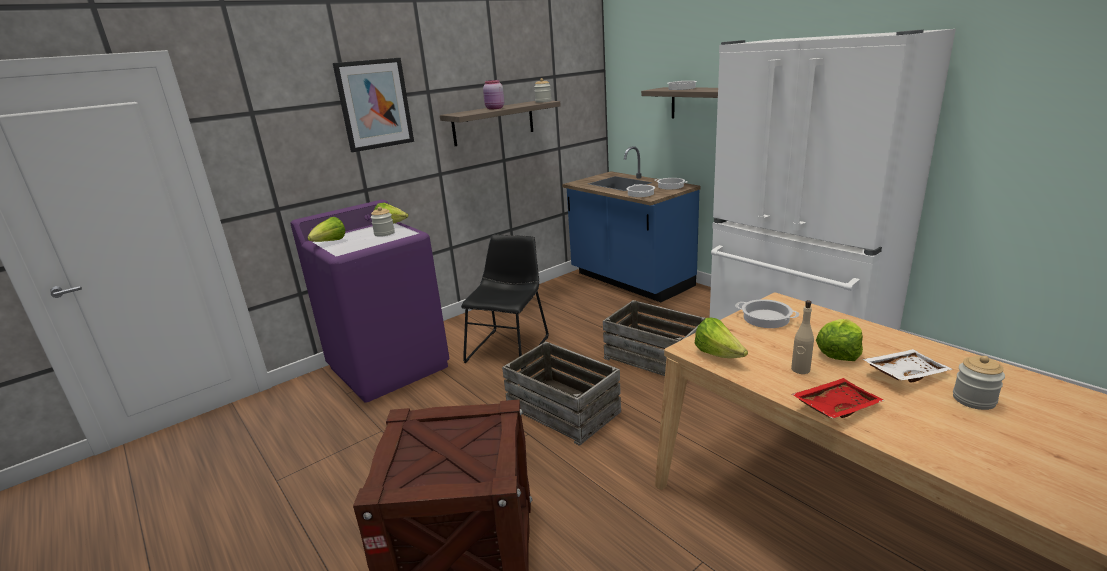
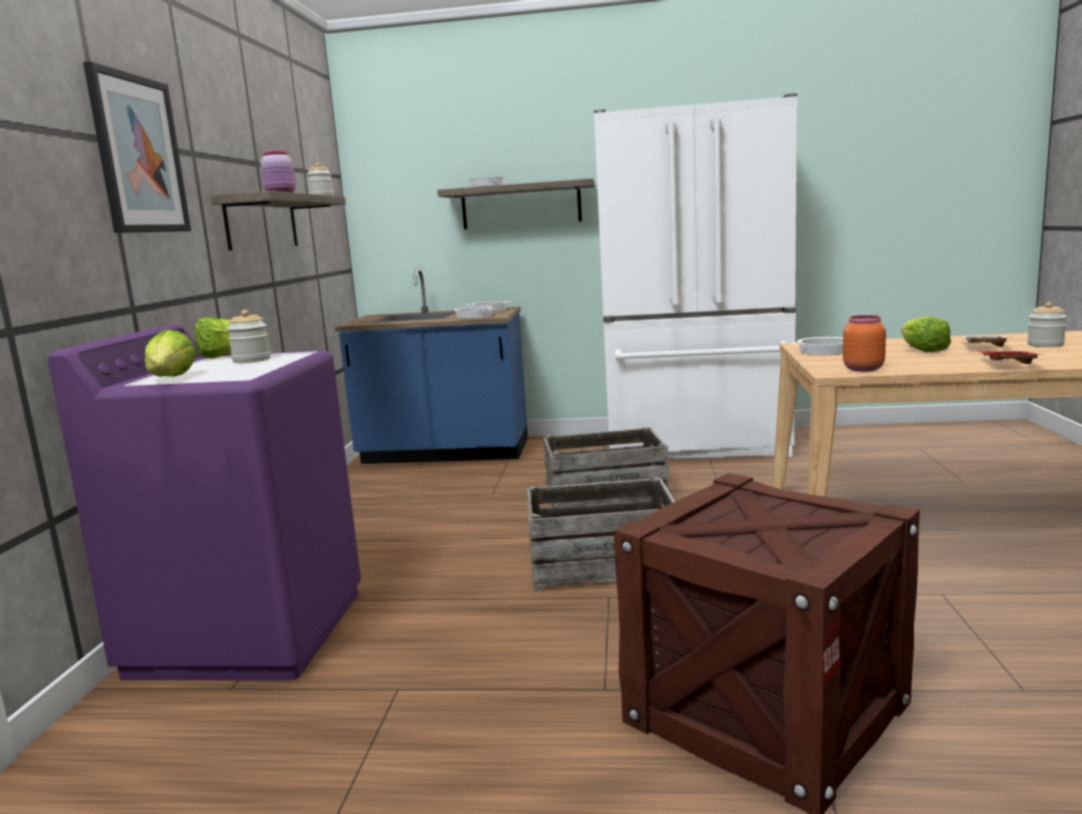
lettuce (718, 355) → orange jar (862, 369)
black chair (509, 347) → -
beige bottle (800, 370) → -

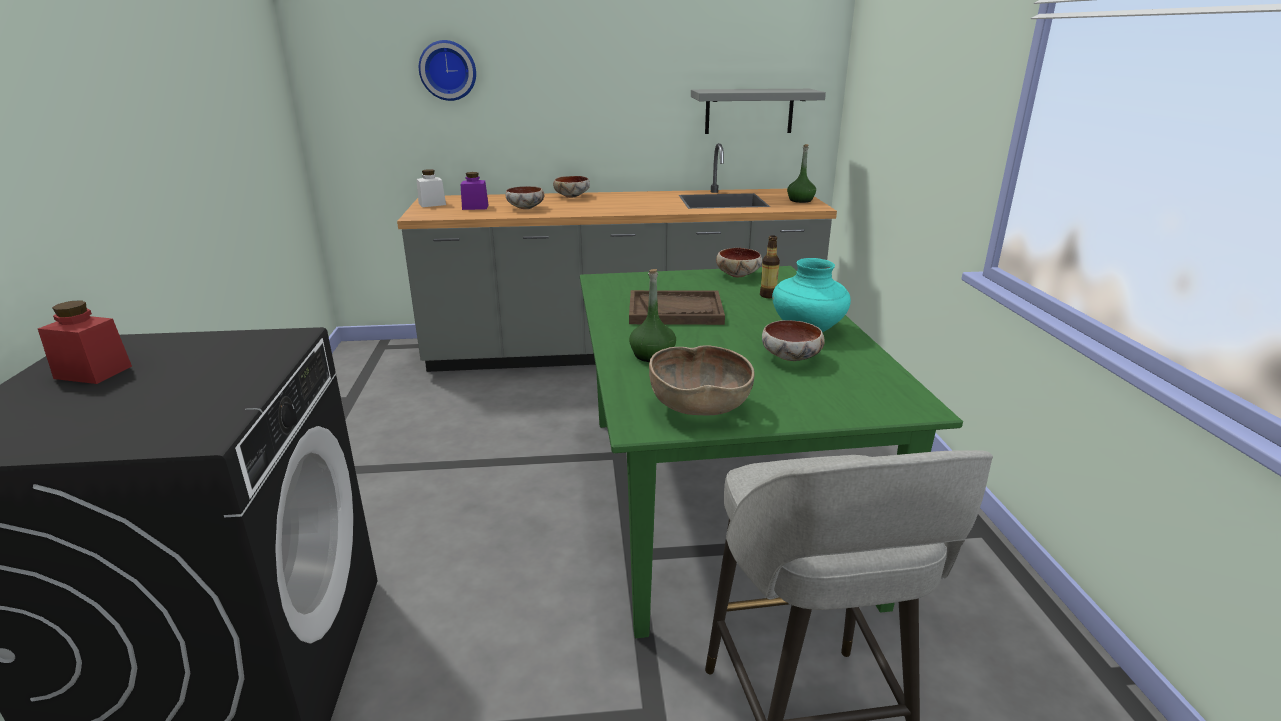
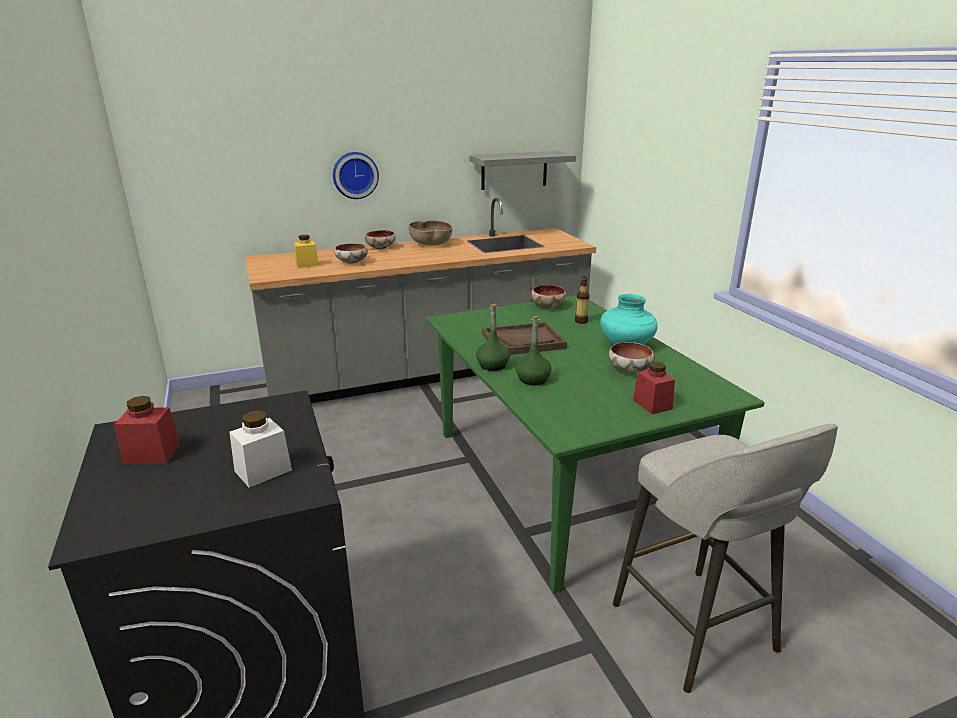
white jar (432, 204) → white jar (263, 470), relocated
purple jar (475, 207) → yellow jar (307, 264)
wall clock (448, 70) → wall clock (355, 175), relocated
brown bowl (699, 407) → brown bowl (430, 244), relocated
green bottle (800, 200) → green bottle (492, 365), relocated
- → red jar (652, 404)

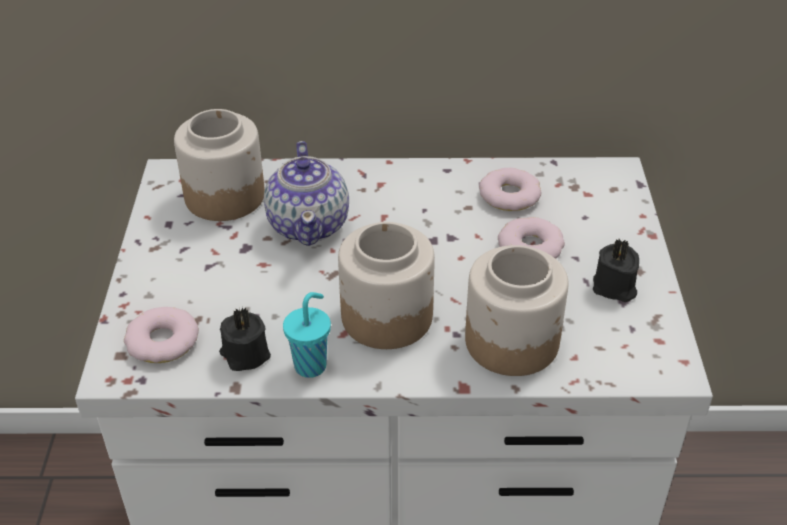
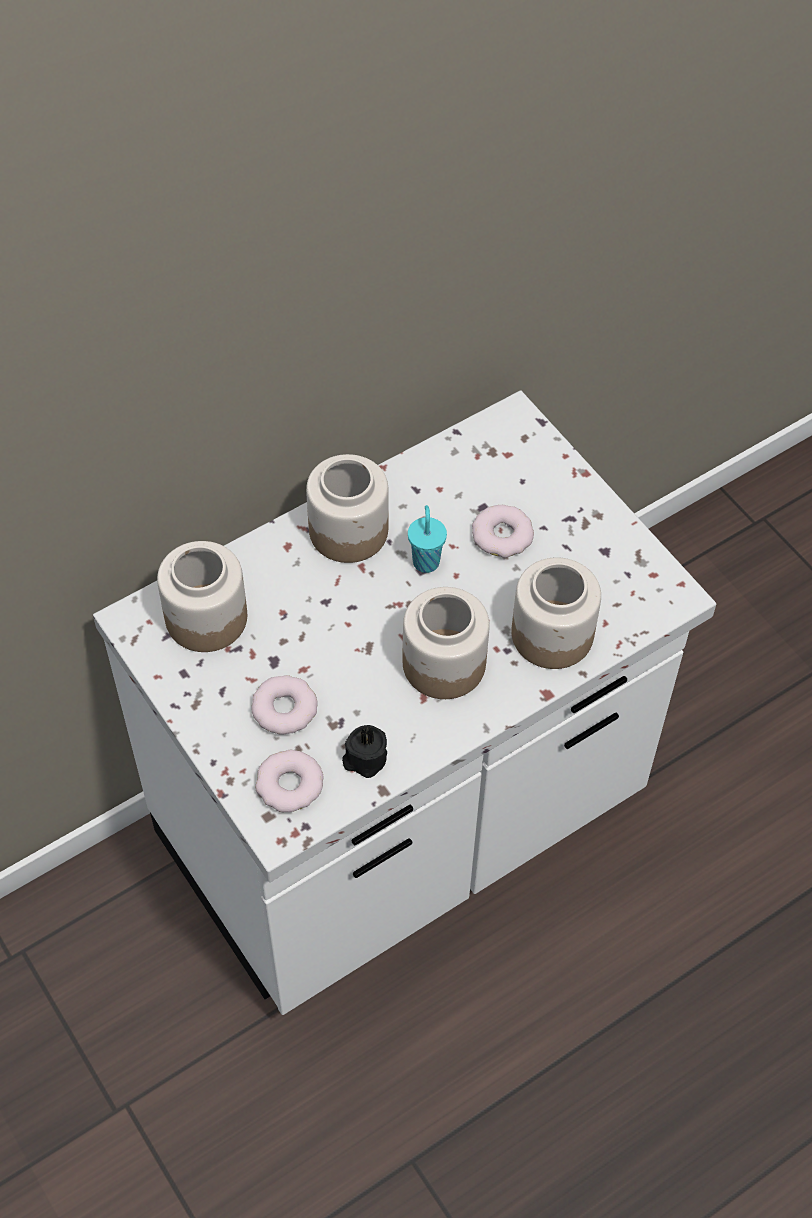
donut (509, 195) → donut (284, 709), relocated
- → jar (349, 530)
turquoise cup (311, 365) → turquoise cup (426, 560), relocated
teapot (309, 224) → -
black candle (614, 288) → -

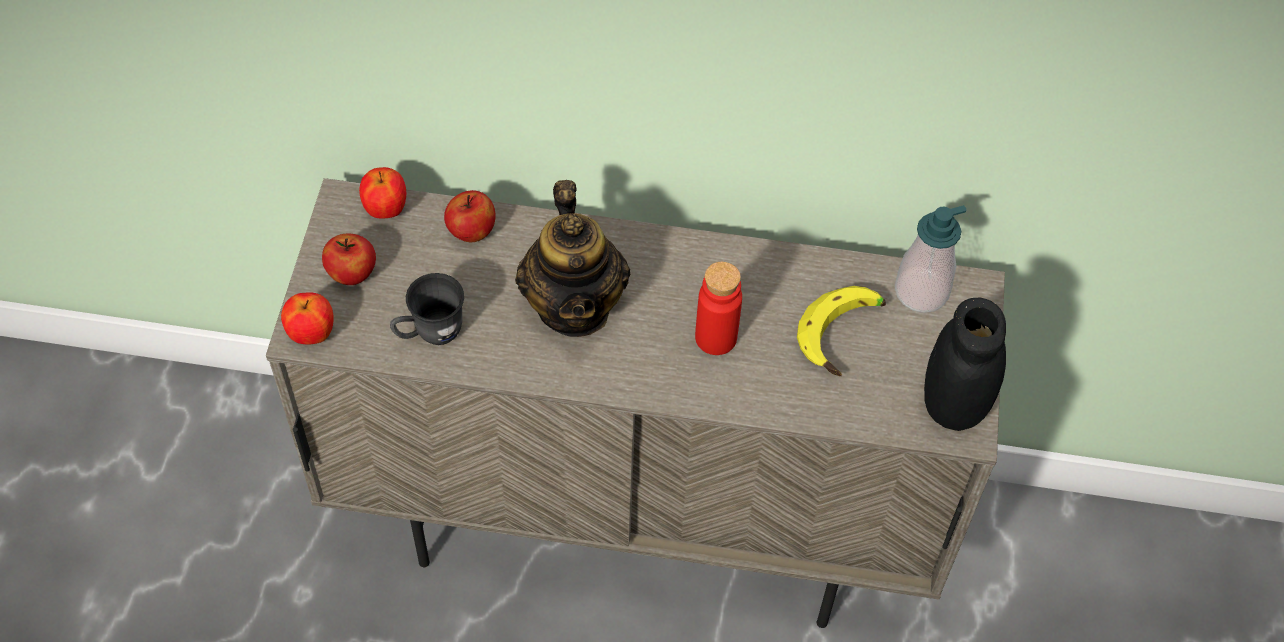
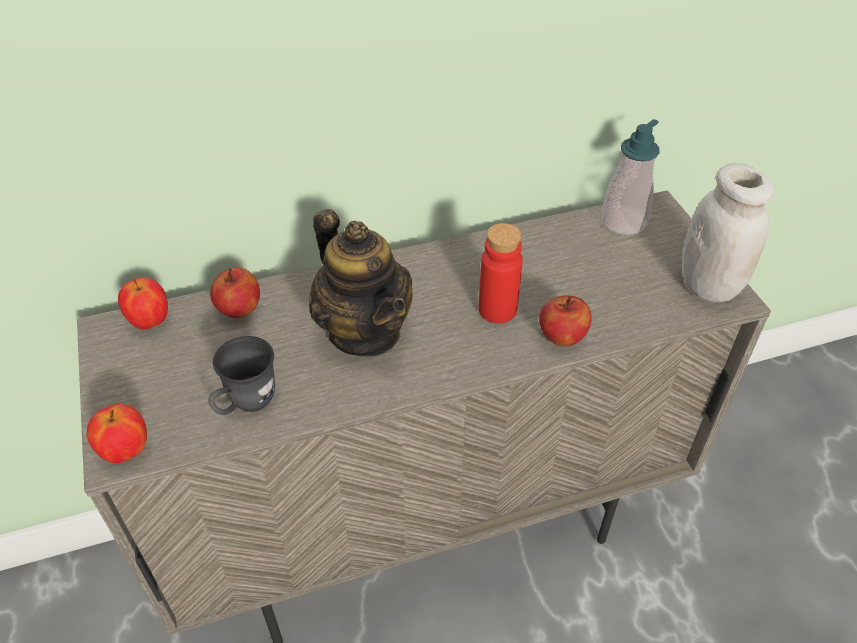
apple (352, 274) → apple (561, 337), relocated
black jar (953, 405) → white jar (709, 286)
banana (844, 336) → -

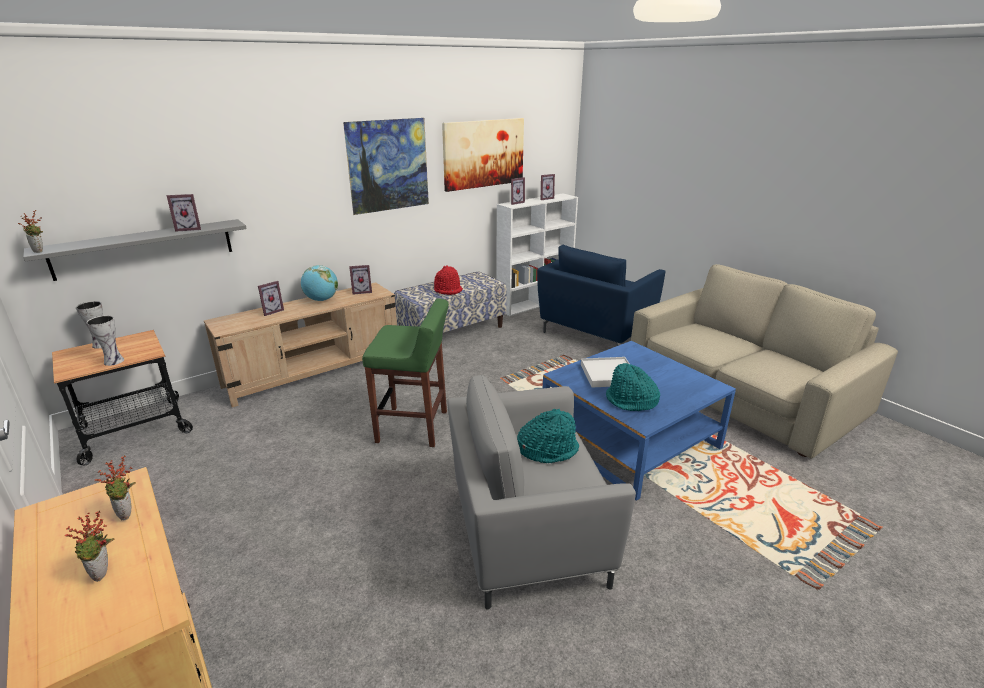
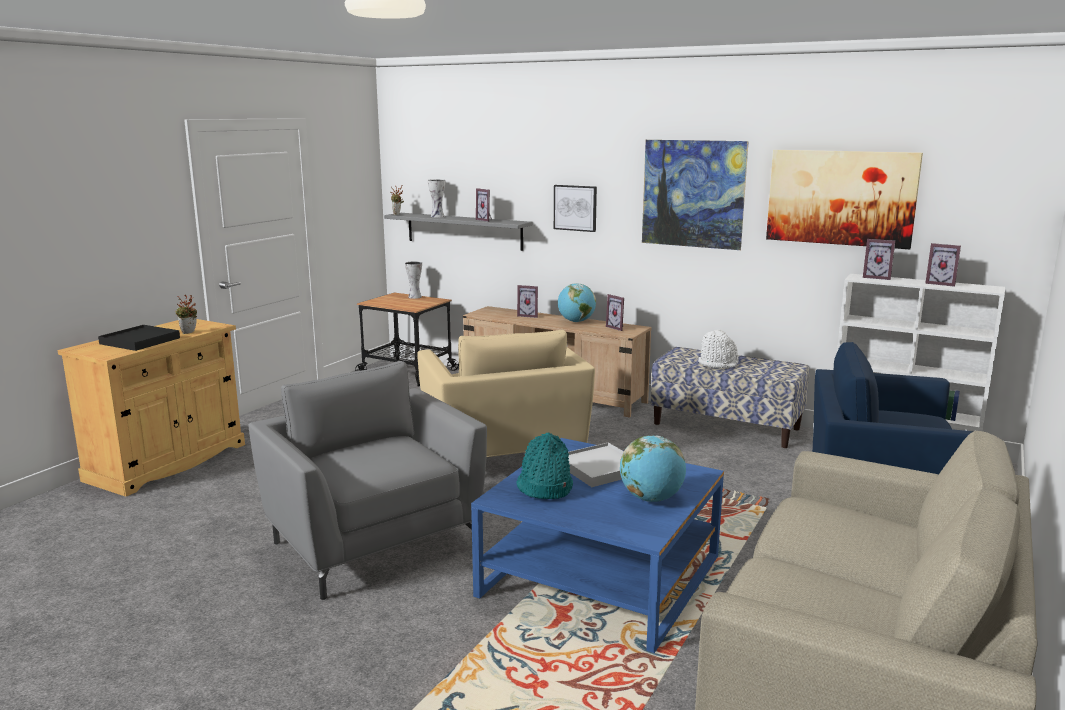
potted plant (104, 573) → black tray (140, 341)
green stool (413, 427) → beige armchair (504, 456)
vase (114, 361) → vase (438, 216), relocated
- → picture (575, 208)
- → globe (651, 499)
red hat (448, 290) → white hat (718, 363)
turquoise hat (547, 449) → -

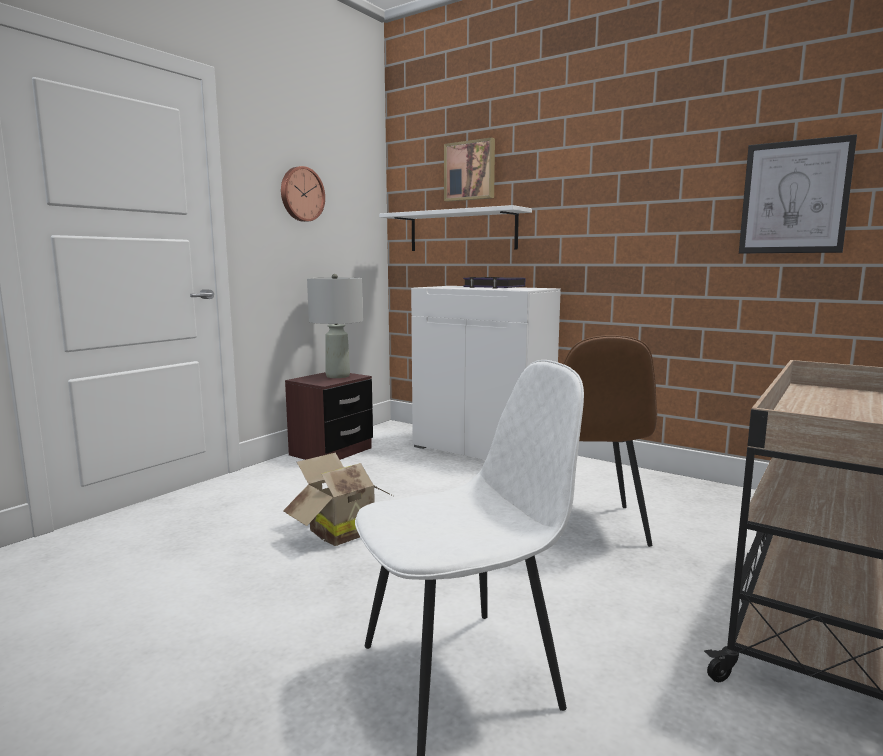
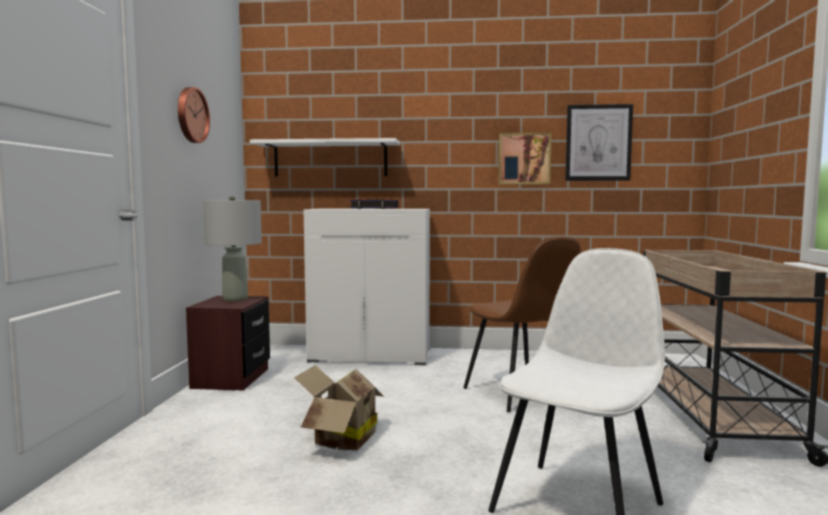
picture (470, 171) → picture (524, 159), relocated

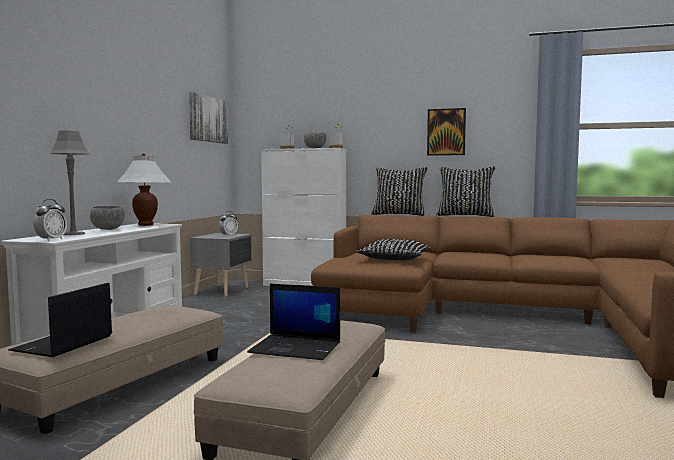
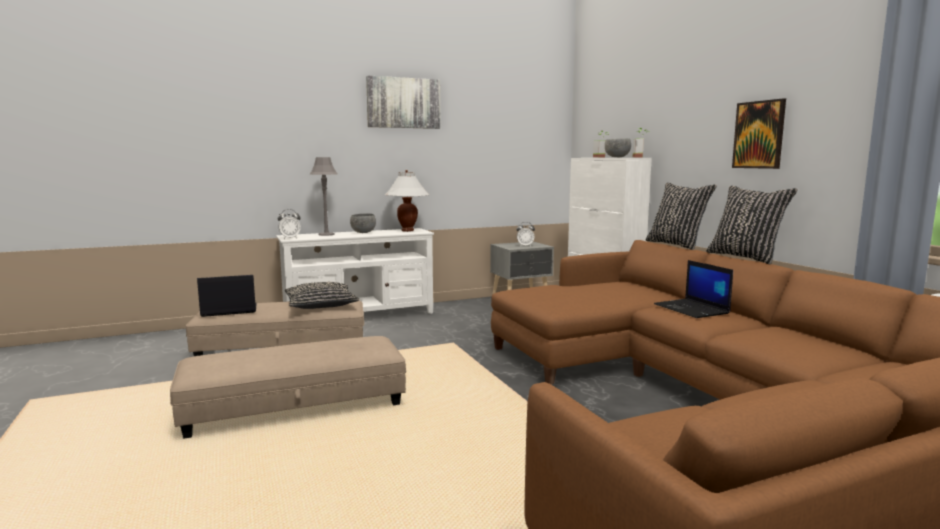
black pillow (394, 258) → black pillow (321, 304), relocated
picture (207, 119) → picture (403, 103), relocated
laptop (297, 348) → laptop (692, 309), relocated

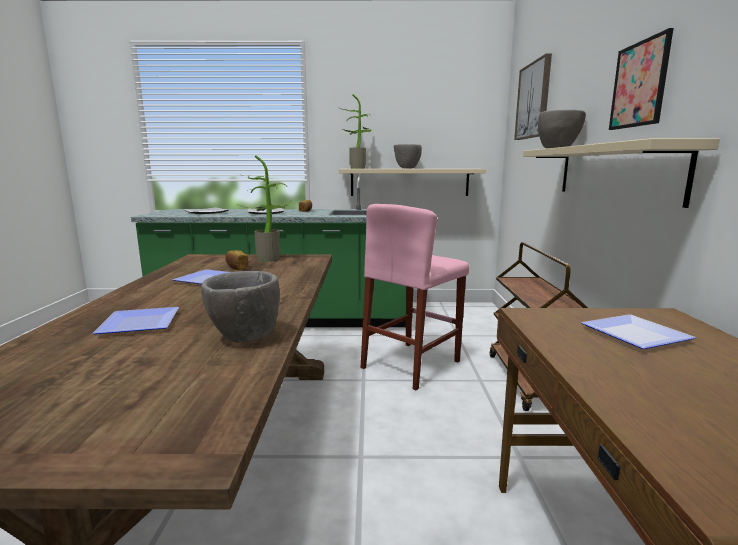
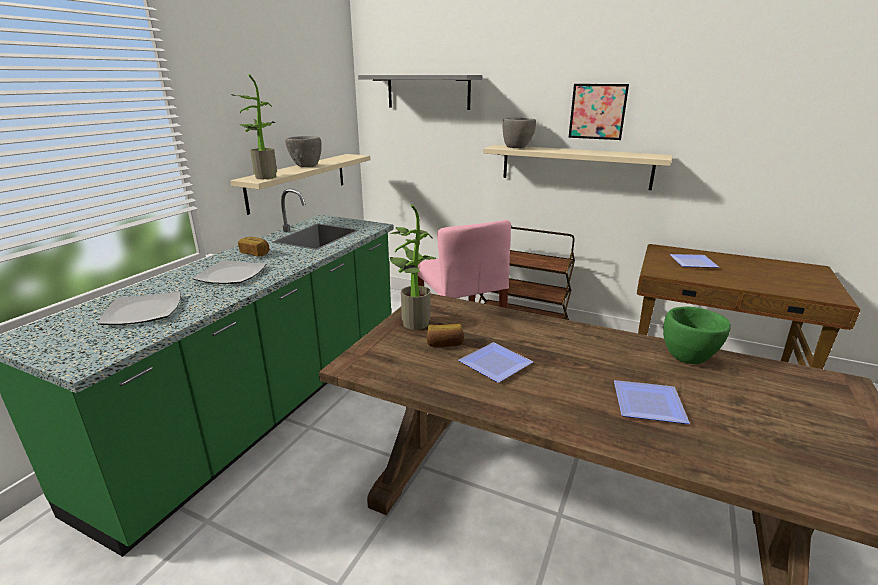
picture (533, 101) → grey shelf (428, 92)
grey bowl (245, 338) → green bowl (688, 359)

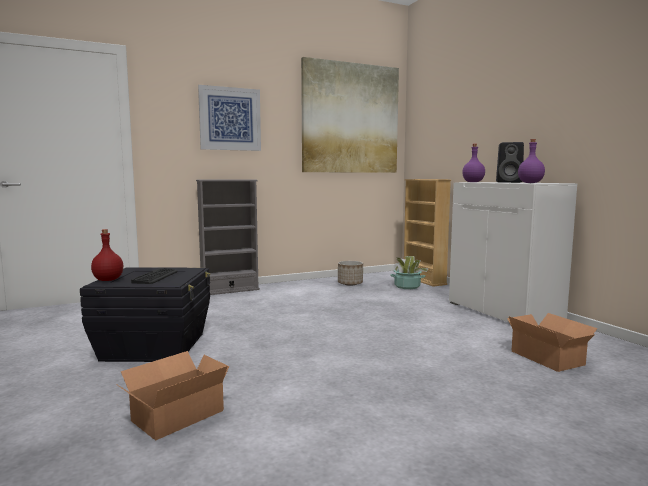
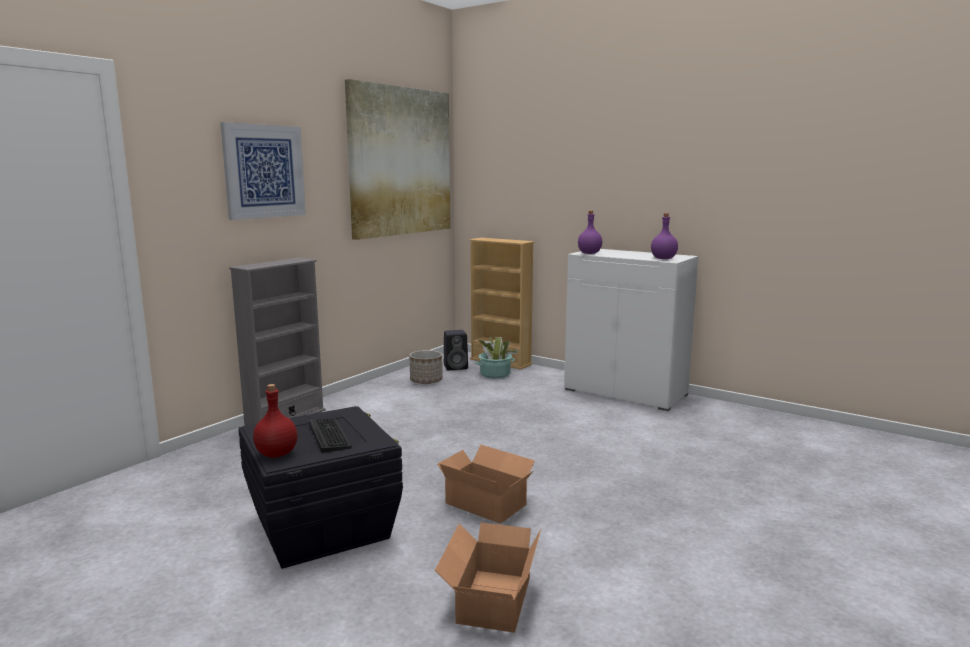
cardboard box (547, 357) → cardboard box (486, 502), relocated
black speaker (509, 182) → black speaker (456, 367), relocated

